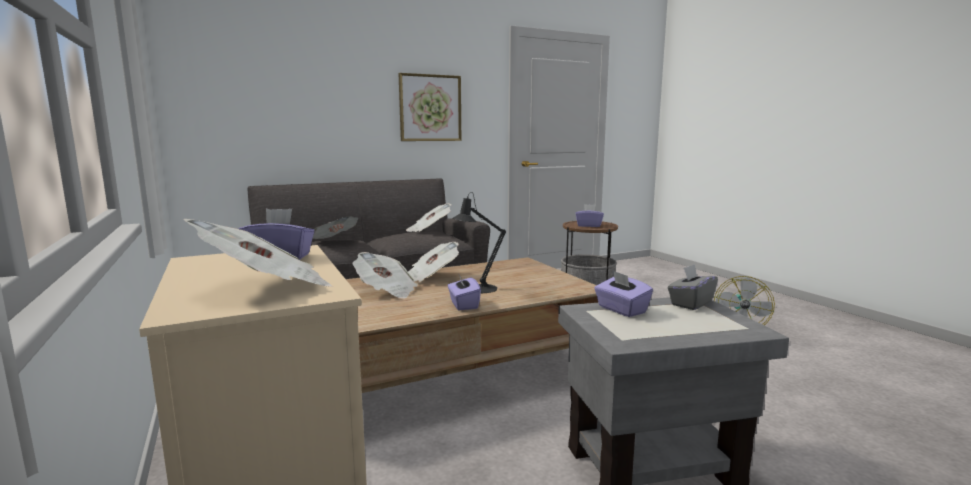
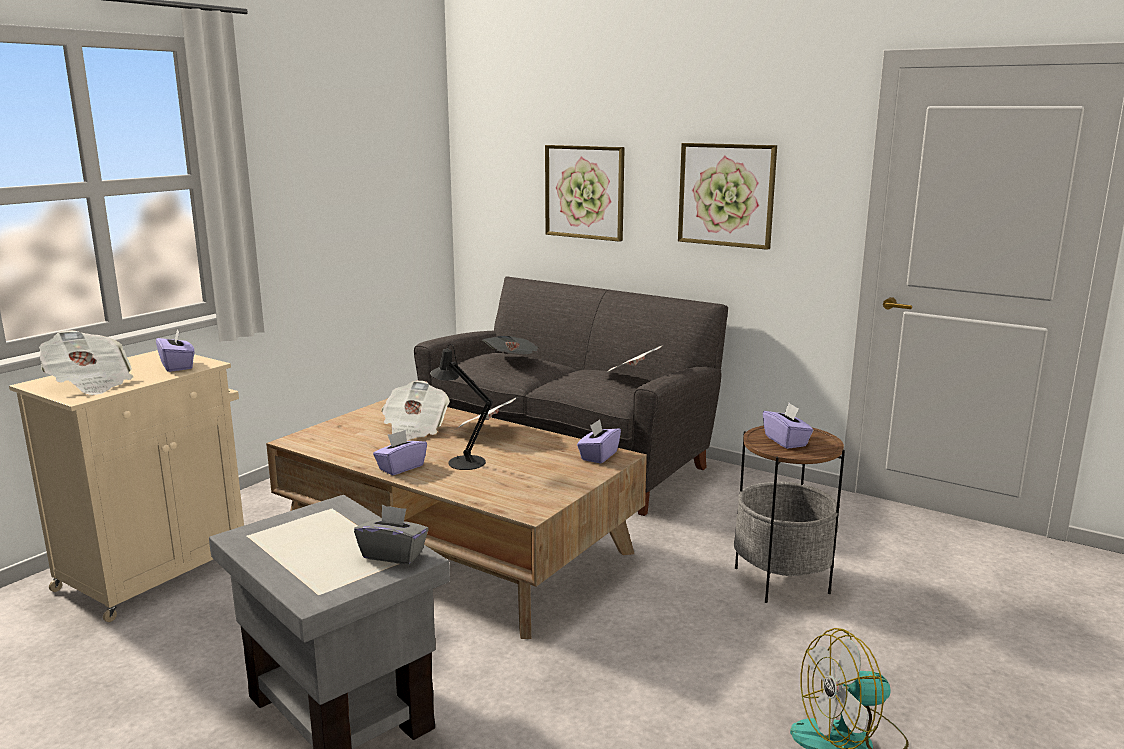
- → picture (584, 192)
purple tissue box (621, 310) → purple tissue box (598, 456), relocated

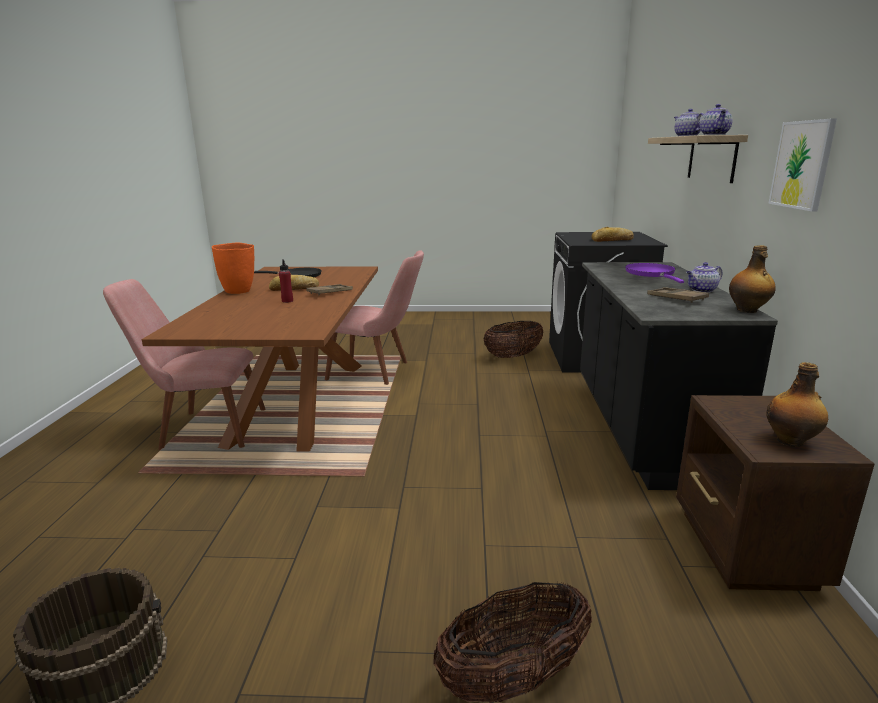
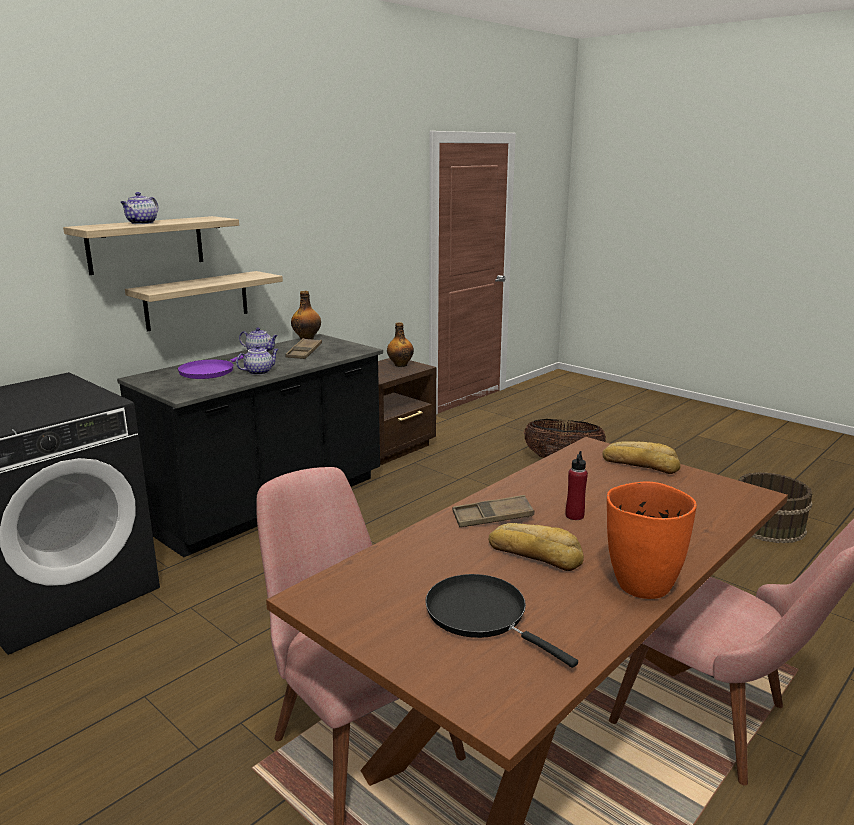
- → shelf (197, 300)
teapot (714, 135) → teapot (259, 372), relocated
bread (613, 240) → bread (640, 464), relocated
basket (513, 356) → -
picture (802, 164) → -

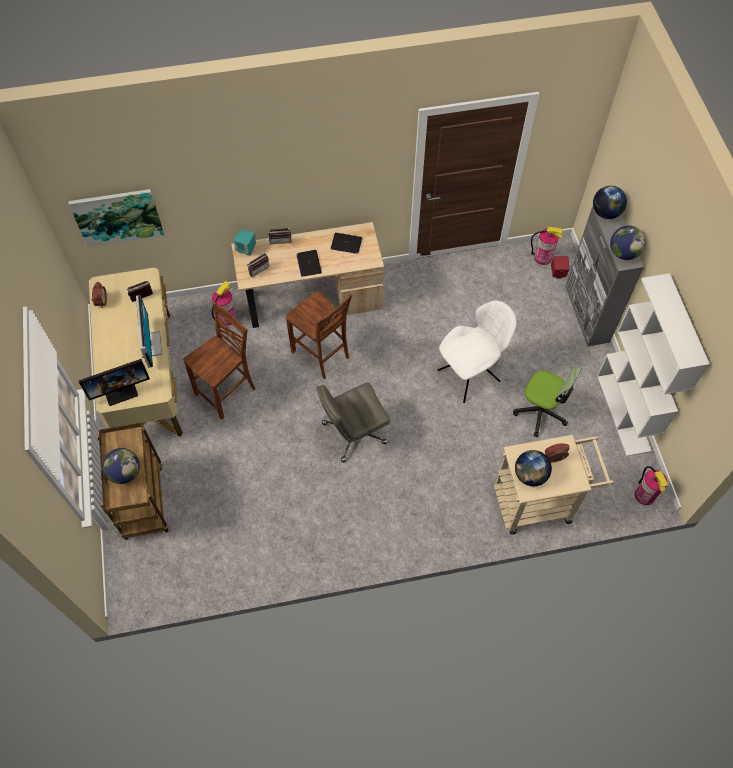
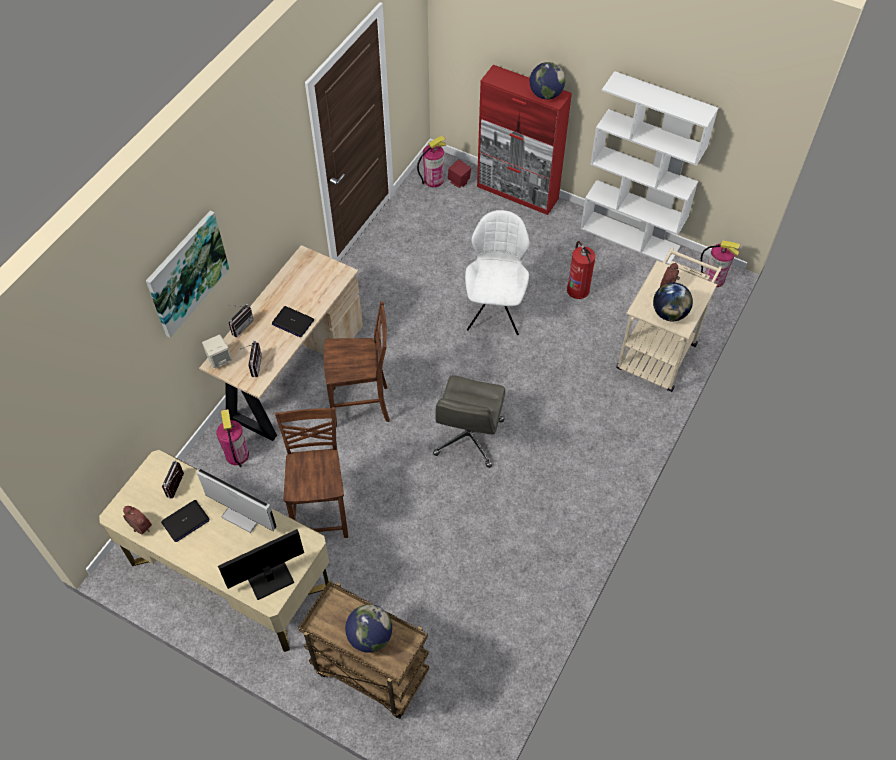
picture (118, 217) → picture (187, 273), relocated
laptop (346, 243) → laptop (185, 521), relocated
turquoise speaker (246, 249) → beige speaker (219, 359)
monitor (120, 390) → monitor (269, 578), 135 degrees counterclockwise
grey cabinet (587, 314) → red cabinet (518, 193)
office chair (540, 412) → fire extinguisher (578, 289)
globe (606, 213) → -

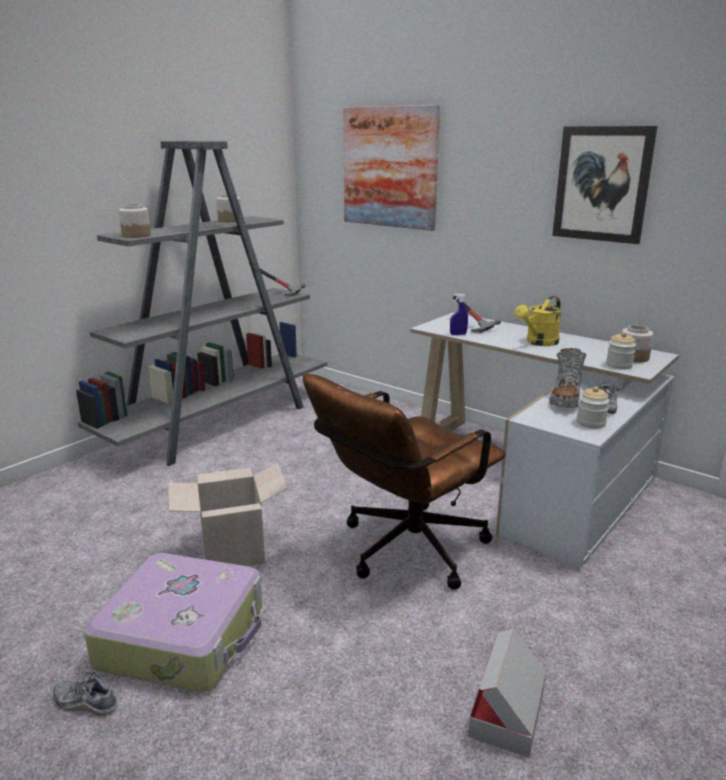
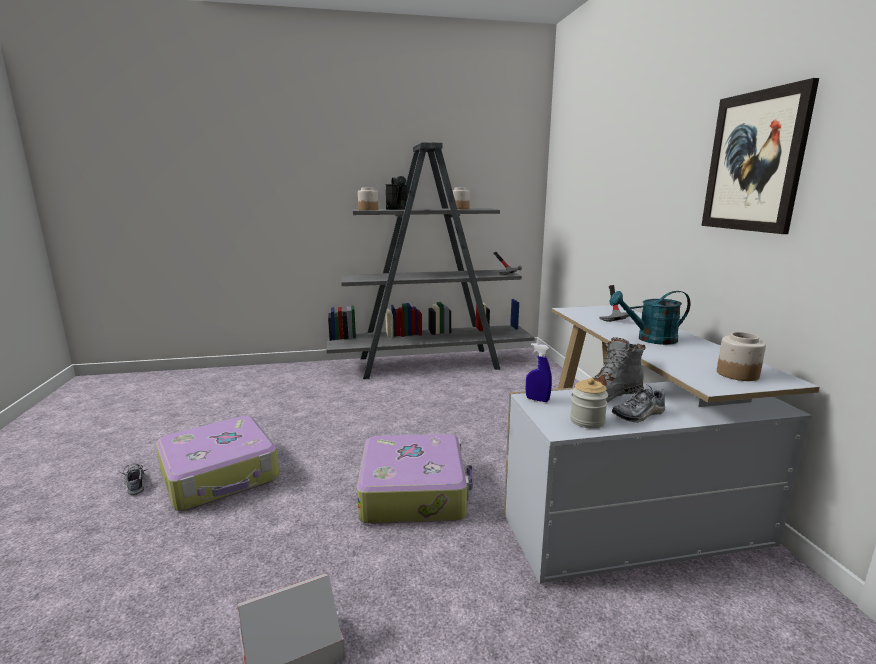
brown office chair (403, 552) → suitcase (414, 491)
- → black watering can (397, 209)
blue spray bottle (458, 334) → blue spray bottle (537, 400), relocated
yellow watering can (538, 343) → turquoise watering can (650, 339)
cardboard box (233, 552) → -
picture (390, 167) → -
jar (619, 365) → -

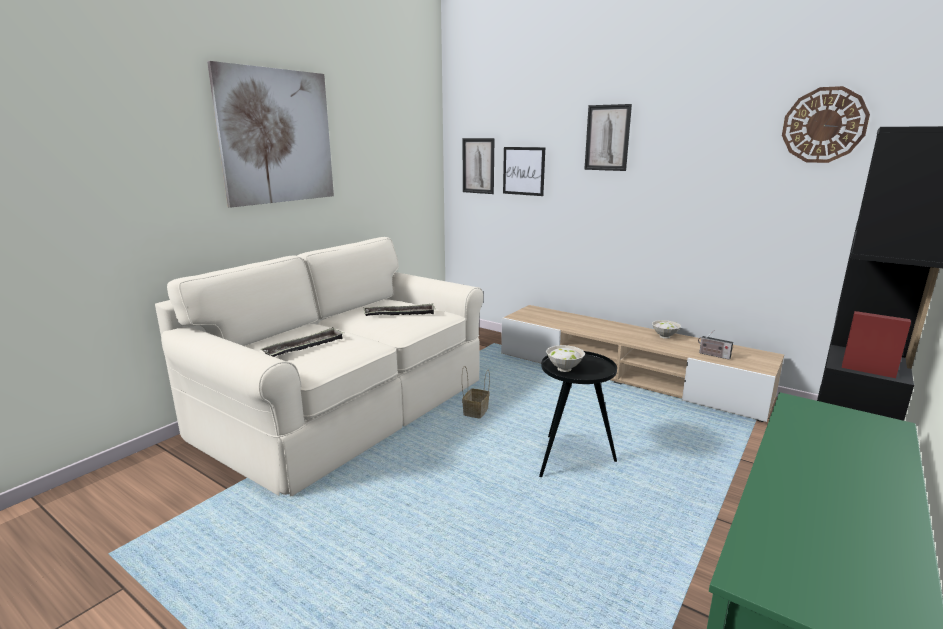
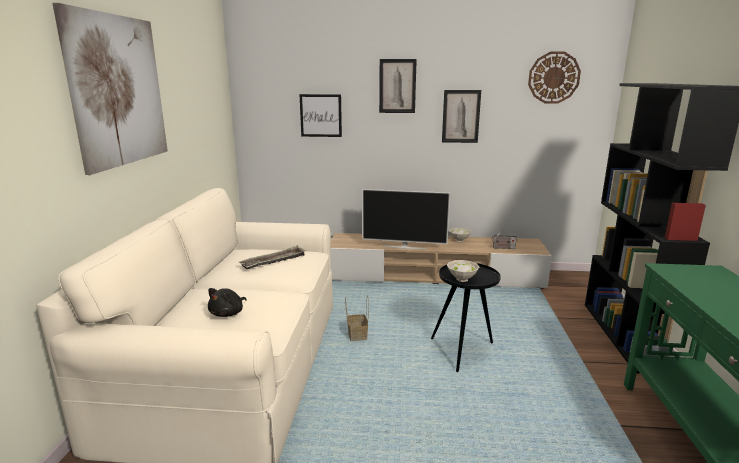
tray (305, 347) → black plush toy (228, 313)
- → television (404, 247)
picture (478, 166) → picture (461, 116), relocated

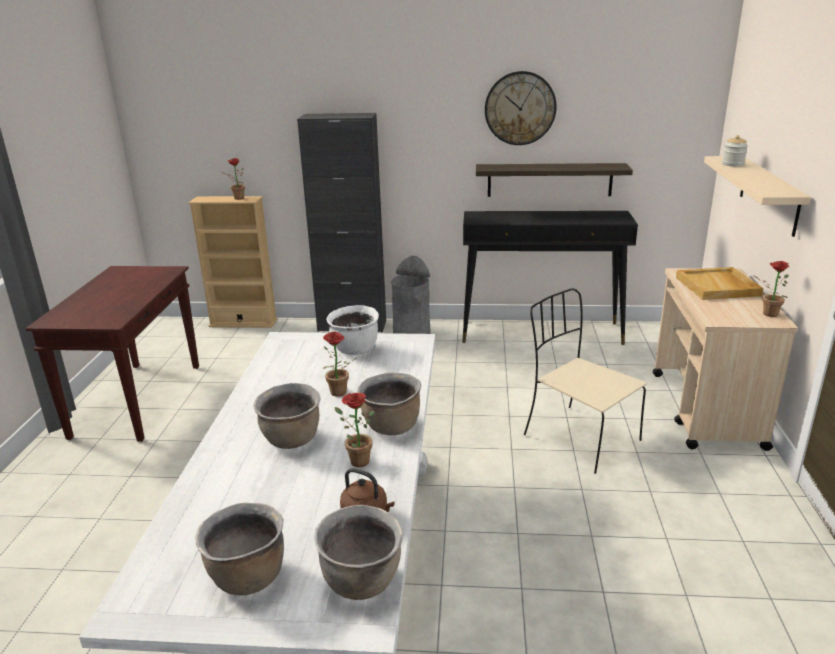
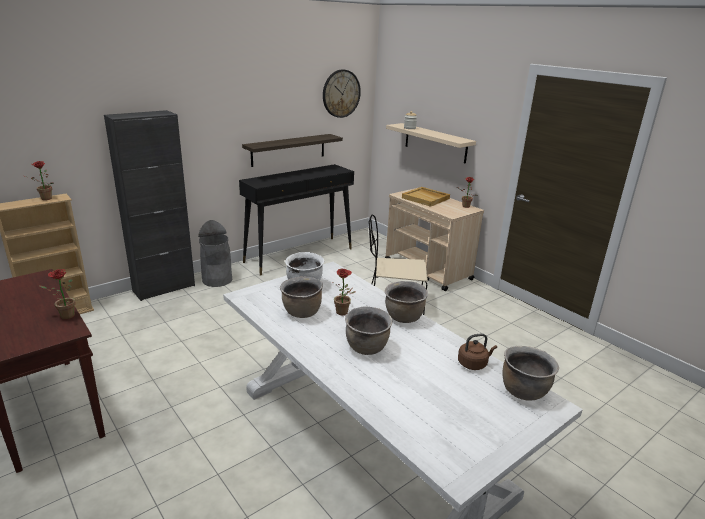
potted plant (356, 460) → potted plant (64, 316), relocated
brown cooking pot (247, 577) → brown cooking pot (301, 313), relocated
wall clock (520, 108) → wall clock (341, 93), relocated

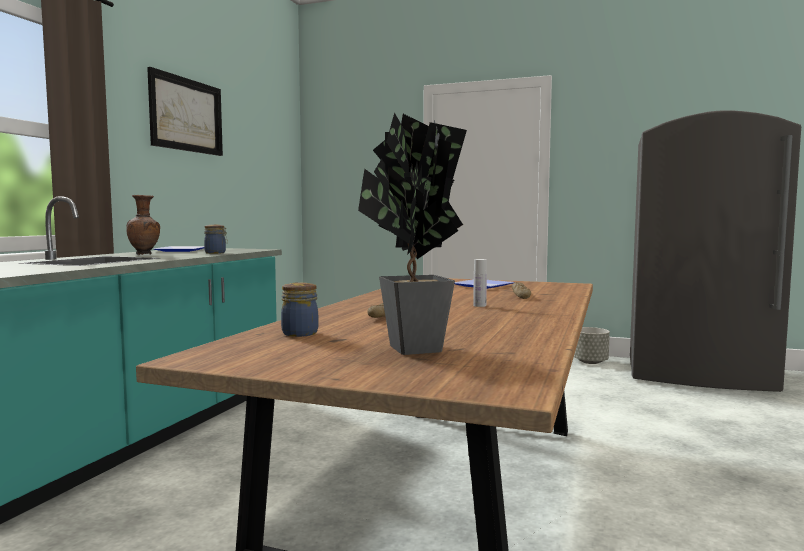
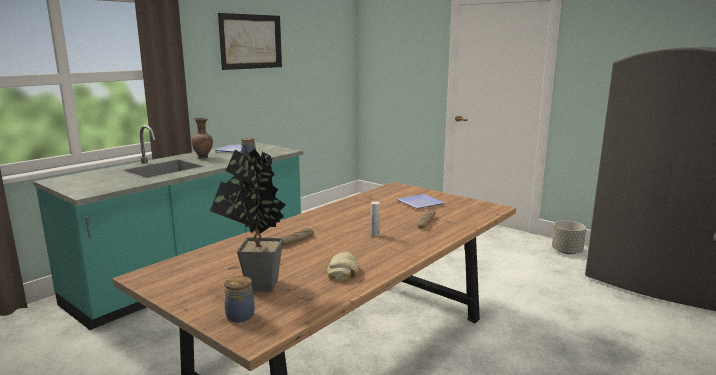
jar (300, 333) → jar (240, 315), relocated
- → bread (344, 271)

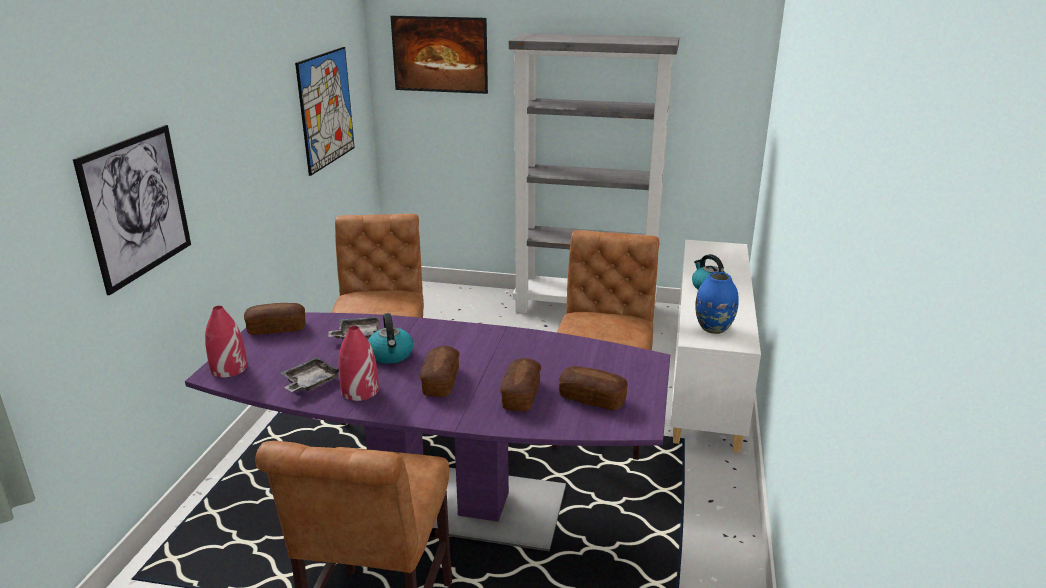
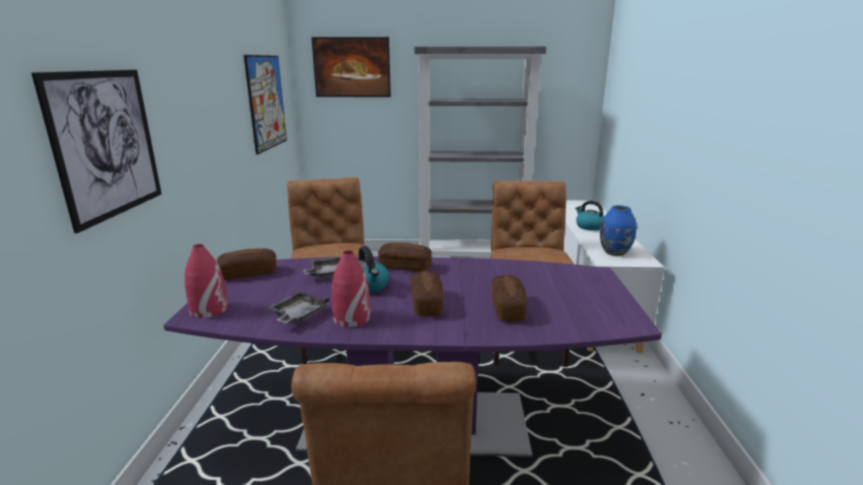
bread (592, 398) → bread (405, 266), relocated

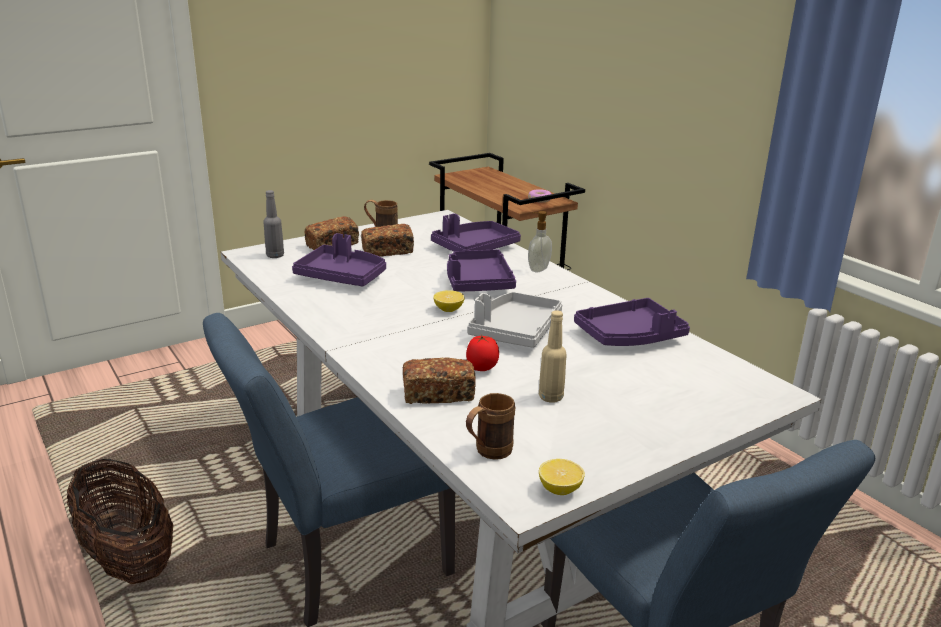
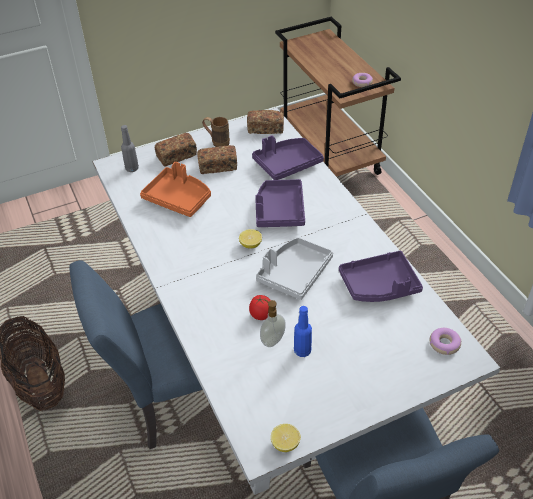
purple tray (342, 276) → orange tray (178, 198)
bread (438, 394) → bread (265, 128), relocated
soap dispenser (538, 269) → soap dispenser (272, 340), relocated
beige bottle (550, 397) → blue bottle (302, 351)
- → donut (444, 344)
brown mug (487, 453) → -

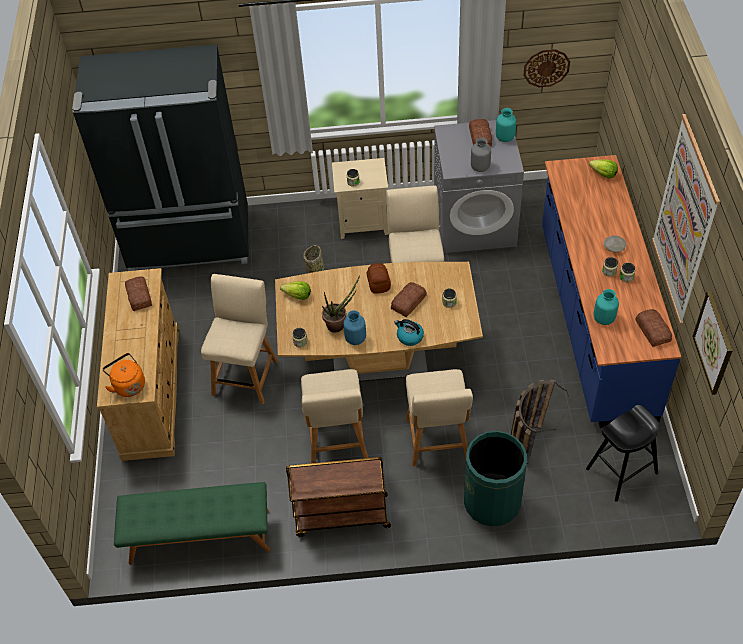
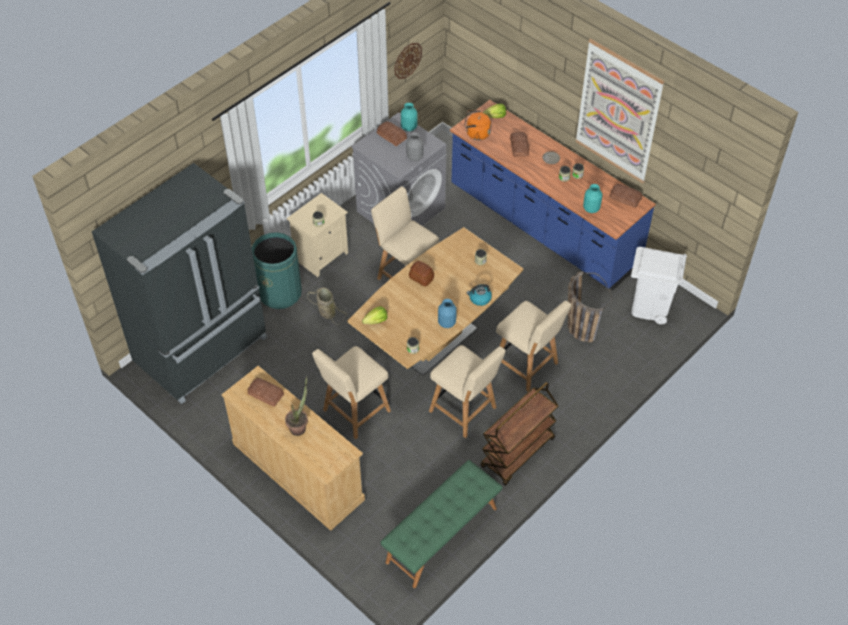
green trash can (492, 502) → green trash can (280, 293), relocated
potted plant (339, 324) → potted plant (299, 426), relocated
beige chair (246, 374) → beige chair (354, 412), 105 degrees counterclockwise
orange kettle (128, 385) → orange kettle (476, 134), relocated
bread (407, 302) → bread (518, 147), relocated
black stool (622, 471) → white trash can (649, 307)
picture (713, 342) → -

